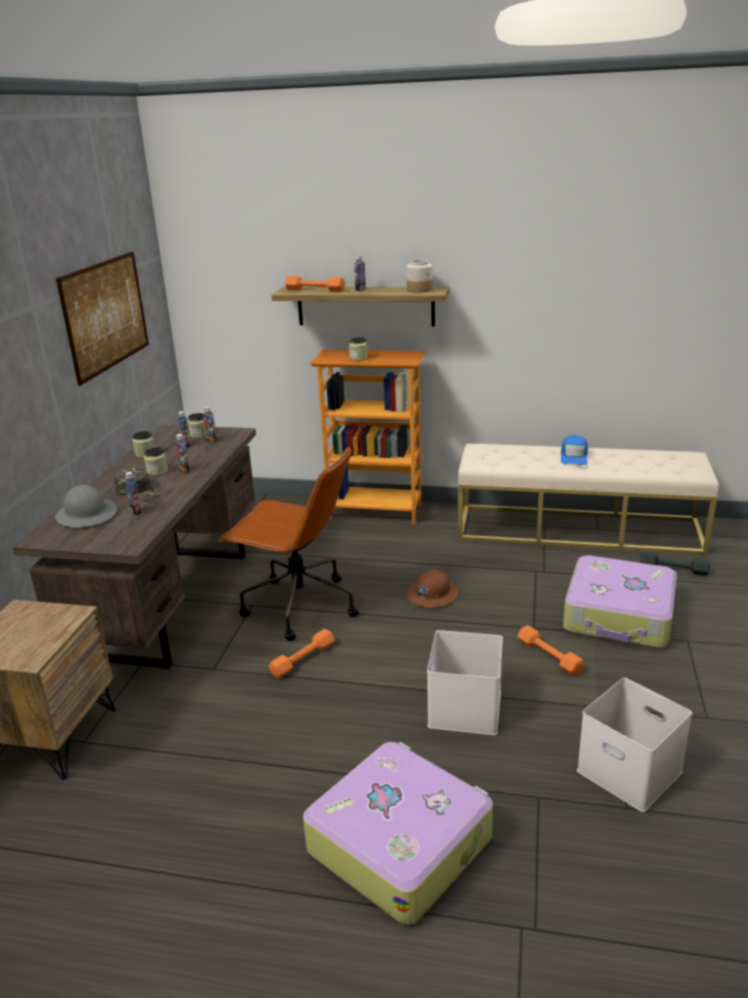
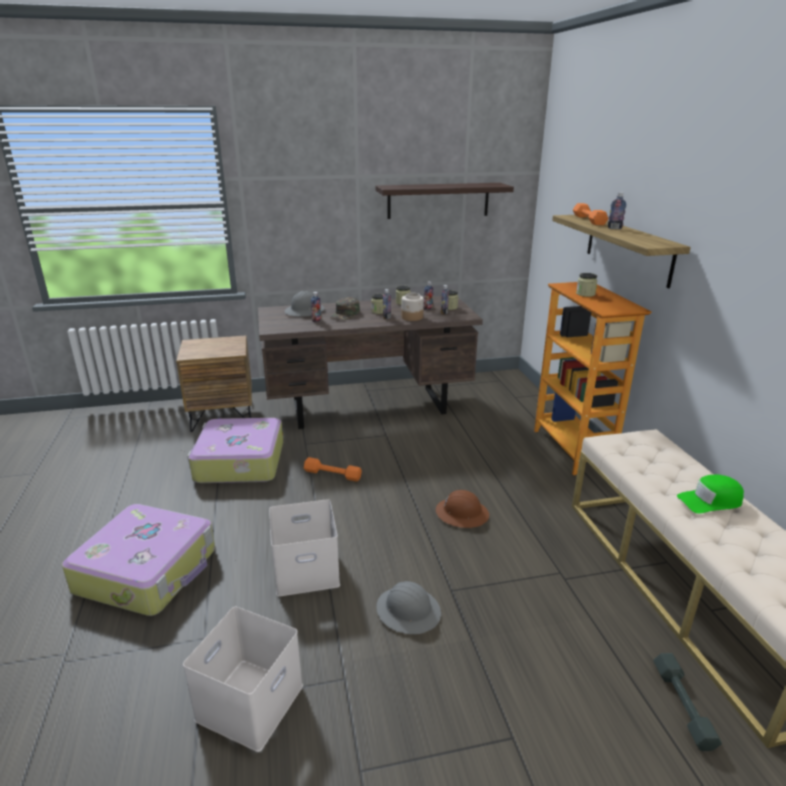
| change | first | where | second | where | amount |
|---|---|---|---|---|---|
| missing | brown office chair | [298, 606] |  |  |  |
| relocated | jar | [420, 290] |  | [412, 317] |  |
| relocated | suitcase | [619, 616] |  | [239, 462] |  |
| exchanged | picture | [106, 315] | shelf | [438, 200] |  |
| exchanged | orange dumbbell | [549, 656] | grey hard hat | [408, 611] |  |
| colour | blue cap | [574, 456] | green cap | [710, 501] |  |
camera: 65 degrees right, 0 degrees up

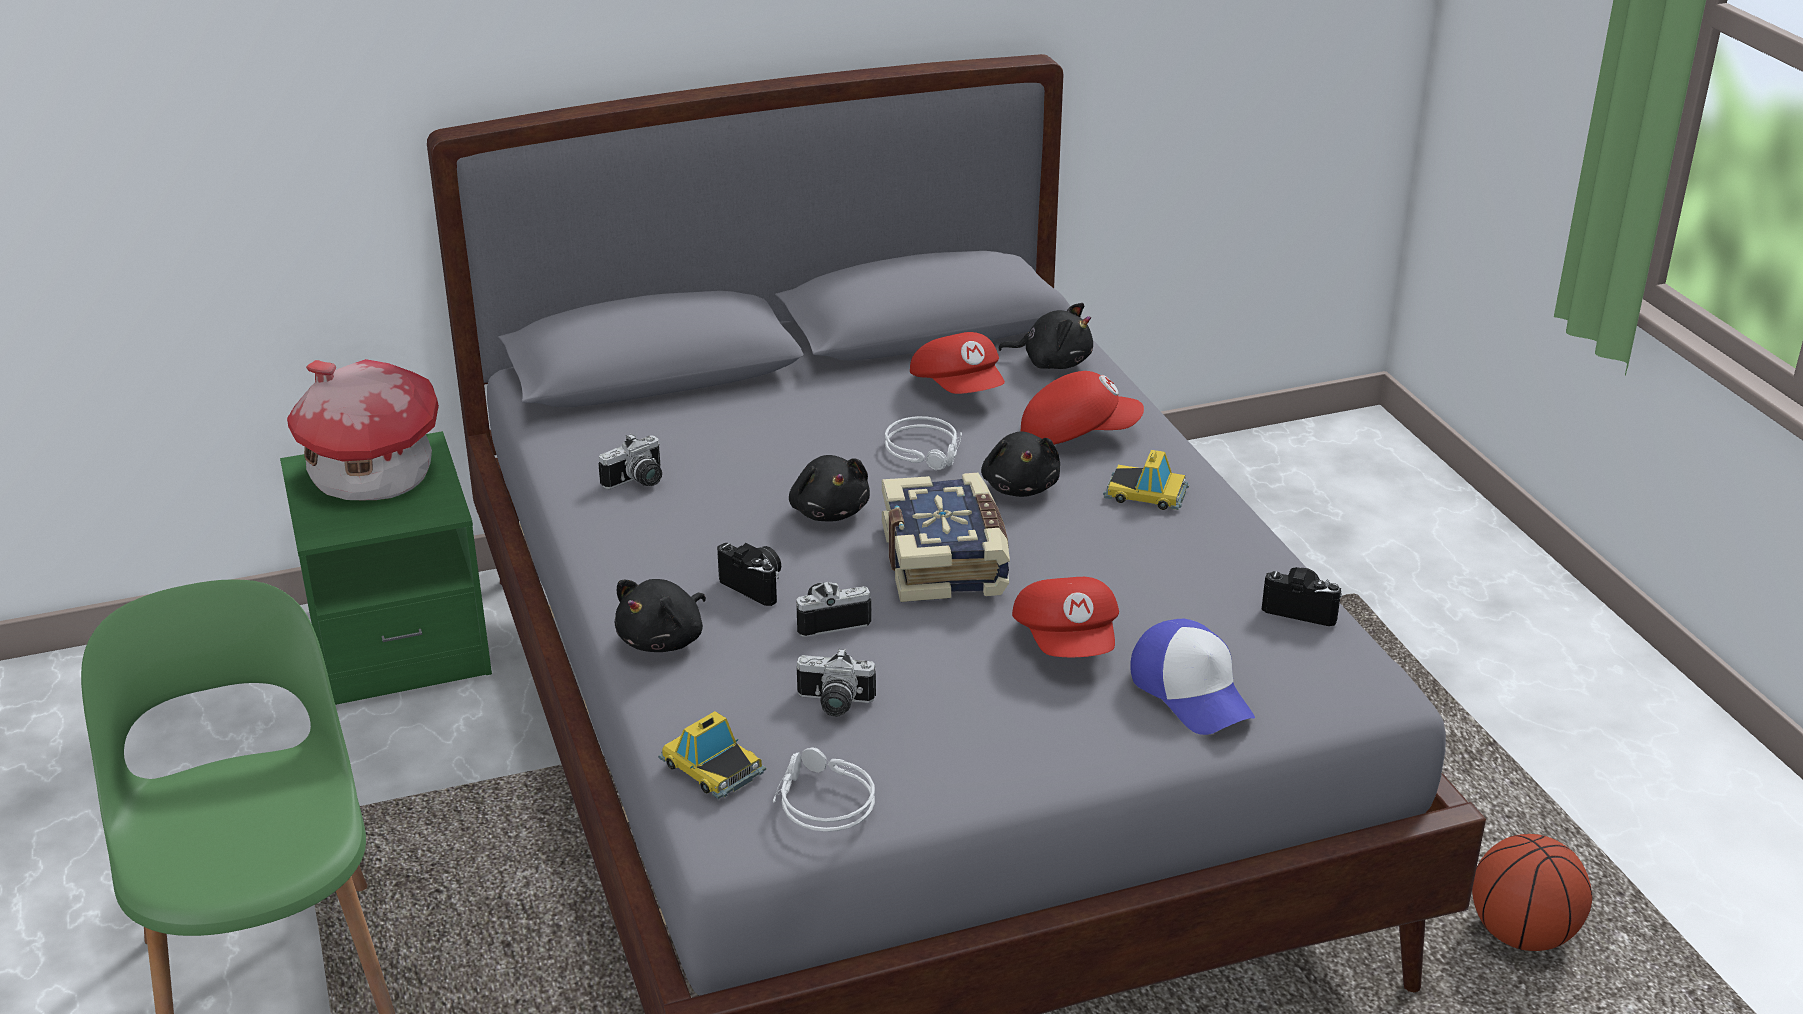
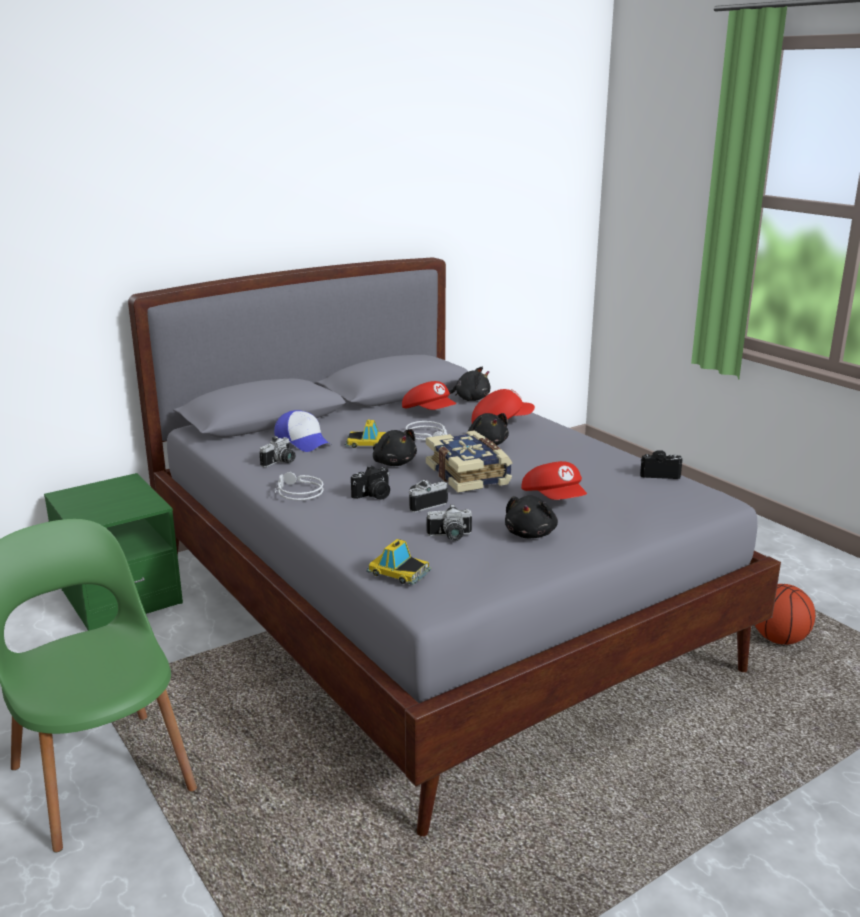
| change | first | where | second | where | amount |
|---|---|---|---|---|---|
| missing | toy house | [370, 477] |  |  |  |
| relocated | black plush toy | [664, 640] |  | [530, 534] |  |
| relocated | grey headphones | [820, 800] |  | [296, 492] |  |
| relocated | toy car | [1146, 493] |  | [367, 443] |  |
| relocated | cap | [1192, 692] |  | [303, 441] |  |
| spun | photo camera | [756, 585] |  | [373, 495] | 120 degrees clockwise |
camera: 15 degrees left, 10 degrees down

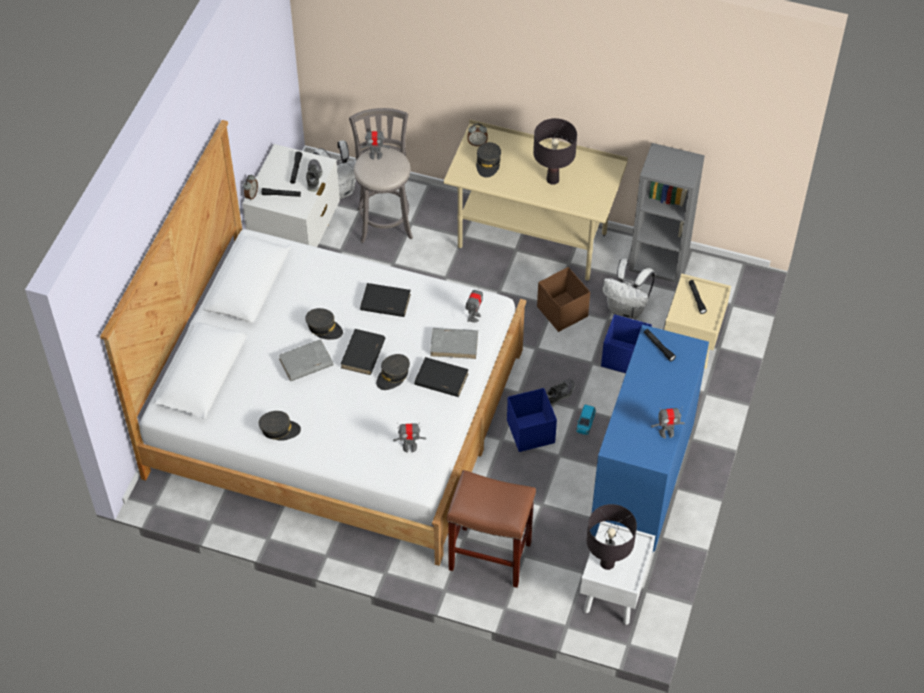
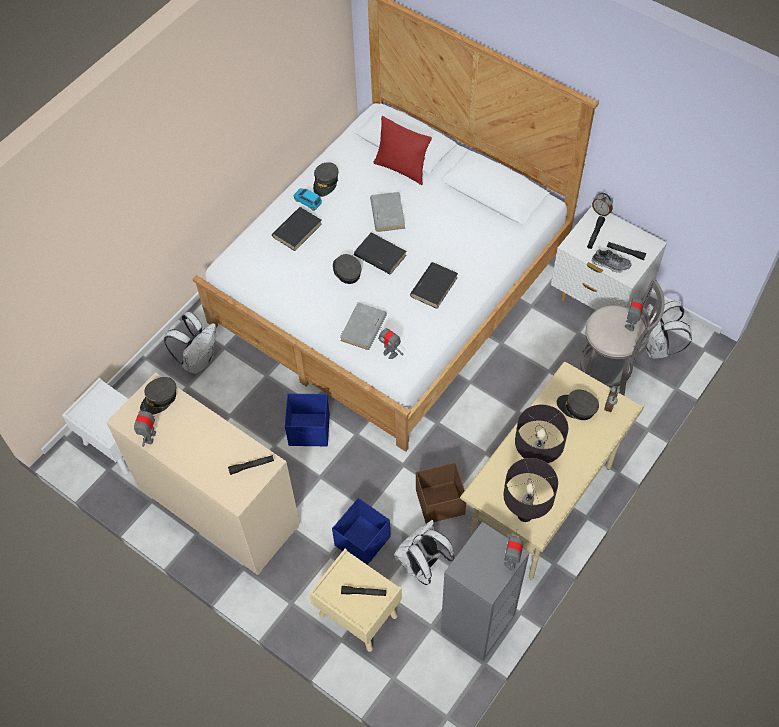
| change | first | where | second | where | amount |
|---|---|---|---|---|---|
| missing | shoe | [559, 395] |  |  |  |
| appeared |  |  | red pillow | [401, 169] |  |
| relocated | grey cap | [324, 328] |  | [159, 399] |  |
| relocated | toy robot | [409, 447] |  | [511, 561] |  |
| relocated | black book | [441, 379] |  | [297, 230] |  |
| relocated | blue toy car | [585, 423] |  | [308, 201] |  |
| relocated | black table lamp | [607, 563] |  | [524, 515] |  |
| exchanged | brown stool | [488, 556] | white backpack | [198, 360] |  |
| colour | blue dresser | [642, 479] | beige dresser | [218, 507] |  |
camera: 110 degrees right, 5 degrees up

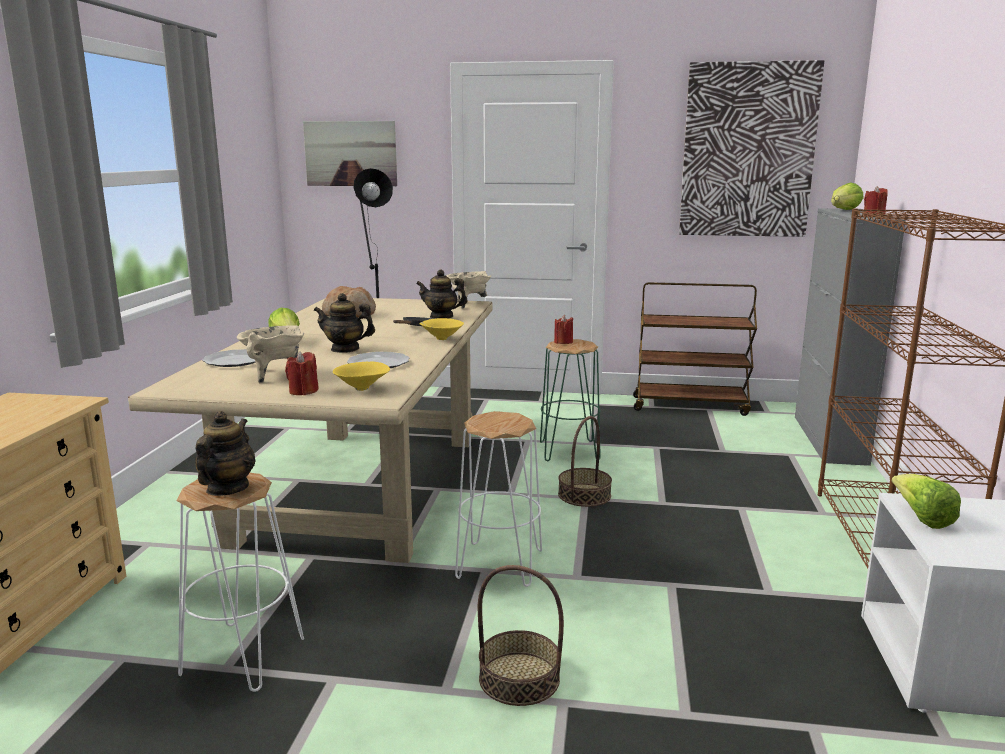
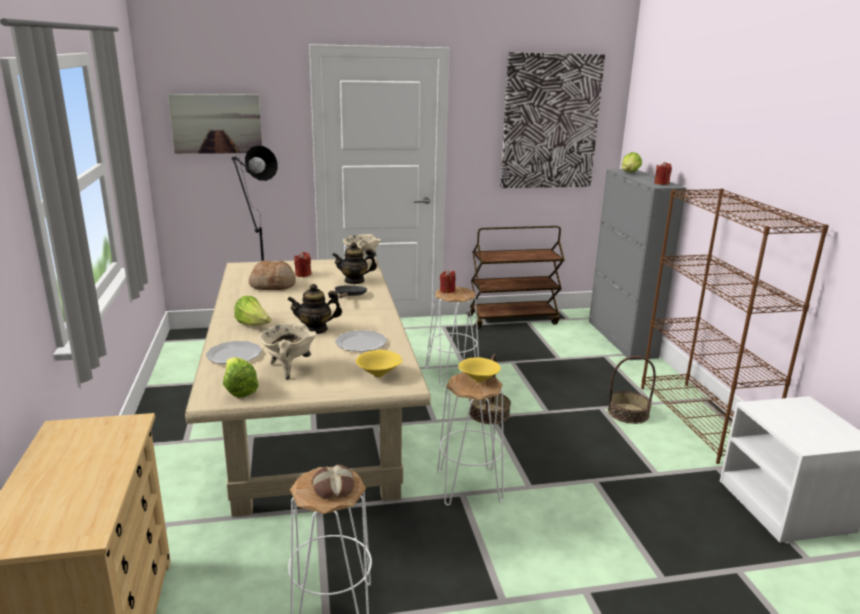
| change | first | where | second | where | amount |
|---|---|---|---|---|---|
| relocated | red candle | [303, 391] |  | [303, 274] |  |
| relocated | yellow bowl | [441, 339] |  | [477, 380] |  |
| relocated | basket | [519, 678] |  | [628, 413] |  |
| relocated | lettuce | [921, 518] |  | [239, 390] |  |
| exchanged | teapot | [227, 488] | bread | [333, 487] |  |
| colour | green stool | [569, 451] | white stool | [452, 374] |  |
camera: 20 degrees left, 5 degrees up

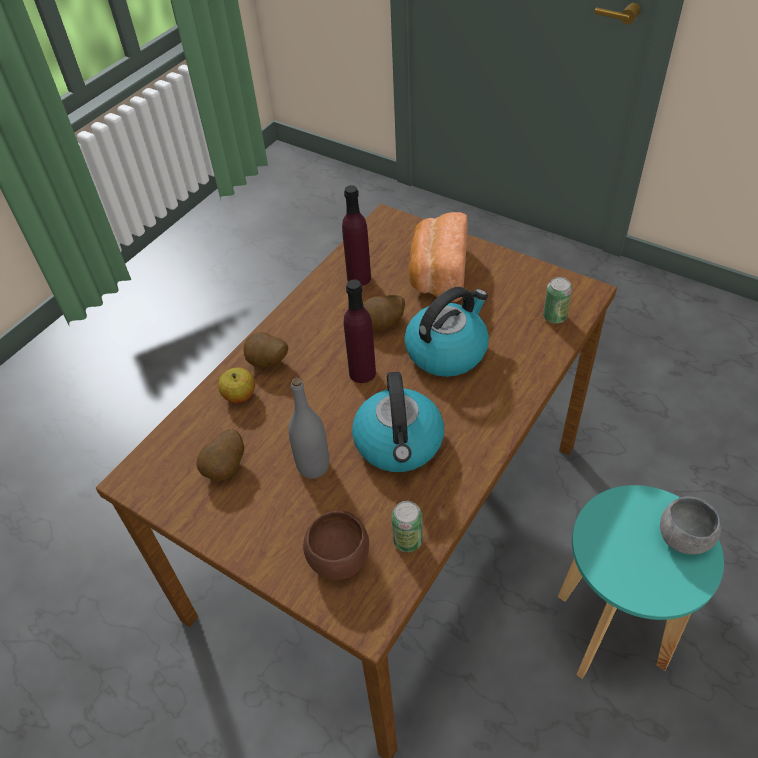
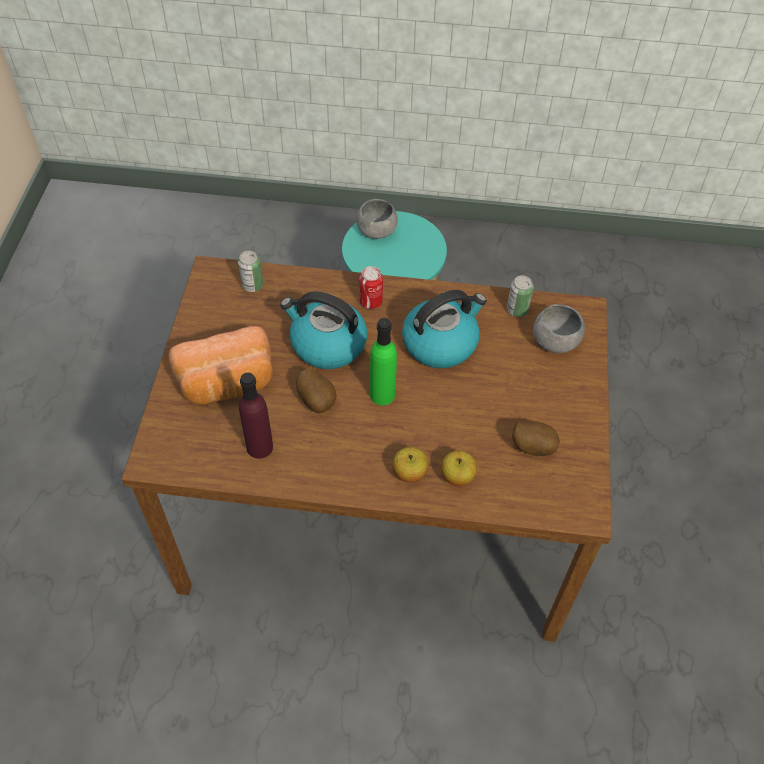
| change | first | where | second | where | amount |
|---|---|---|---|---|---|
| missing | grey bottle | [313, 466] |  |  |  |
| appeared |  |  | can | [371, 301] |  |
| exchanged | potato | [267, 363] | apple | [409, 473] |  |
| colour | brown bowl | [338, 558] | grey bowl | [555, 342] |  |
| colour | purple bottle | [362, 373] | green bottle | [382, 394] |  |
camera: 120 degrees left, 5 degrees up

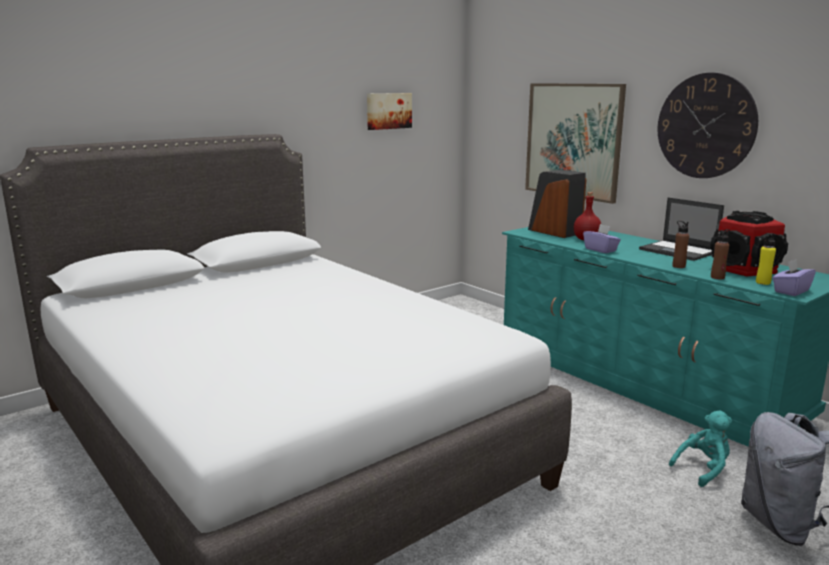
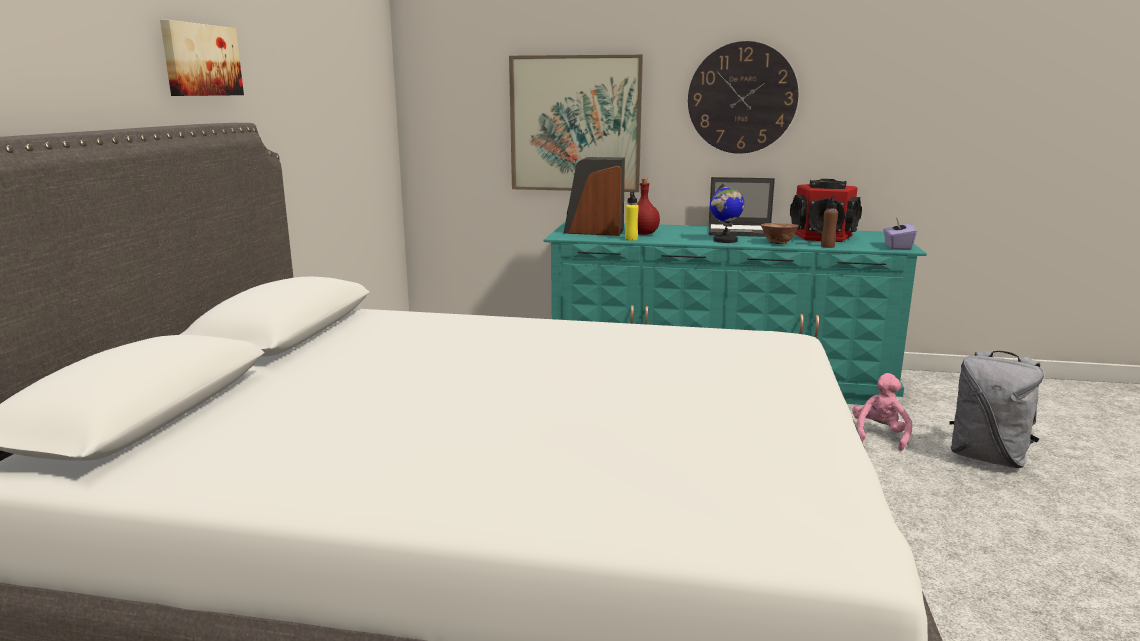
| change | first | where | second | where | amount |
|---|---|---|---|---|---|
| missing | purple tissue box | [600, 250] |  |  |  |
| appeared |  |  | globe | [725, 240] |  |
| relocated | picture | [388, 111] |  | [200, 60] |  |
| relocated | yellow bottle | [763, 282] |  | [631, 239] |  |
| exchanged | brown bottle | [678, 266] | bowl | [778, 243] |  |
| colour | turquoise plush toy | [703, 469] | pink plush toy | [879, 436] |  |
camera: 40 degrees left, 0 degrees up

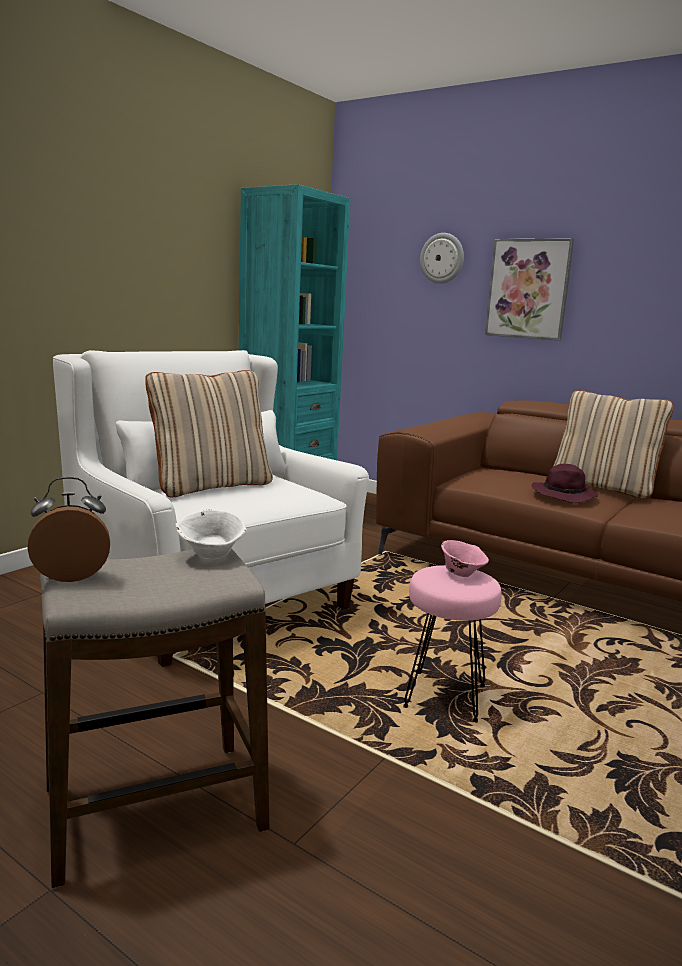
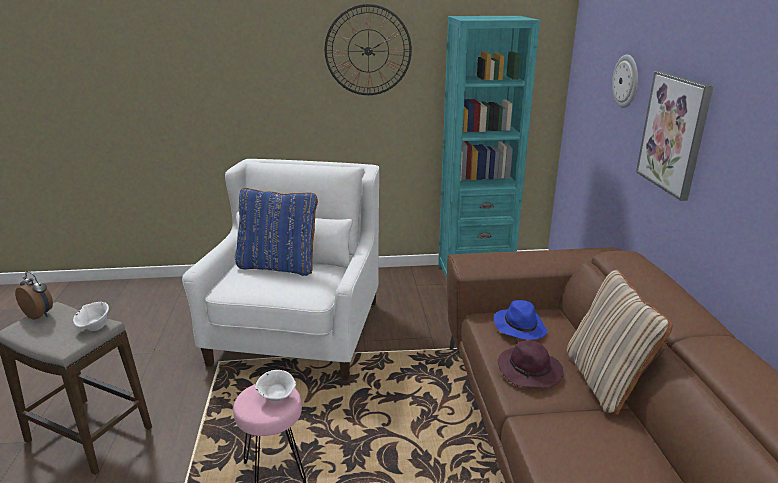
| change | first | where | second | where | amount |
|---|---|---|---|---|---|
| appeared |  |  | wall clock | [368, 51] |  |
| appeared |  |  | blue hat | [519, 327] |  |
| colour | beige pillow | [211, 486] | blue pillow | [278, 266] |  |
| colour | pink bowl | [462, 573] | white bowl | [277, 397] |  |
camera: 50 degrees right, 10 degrees up

